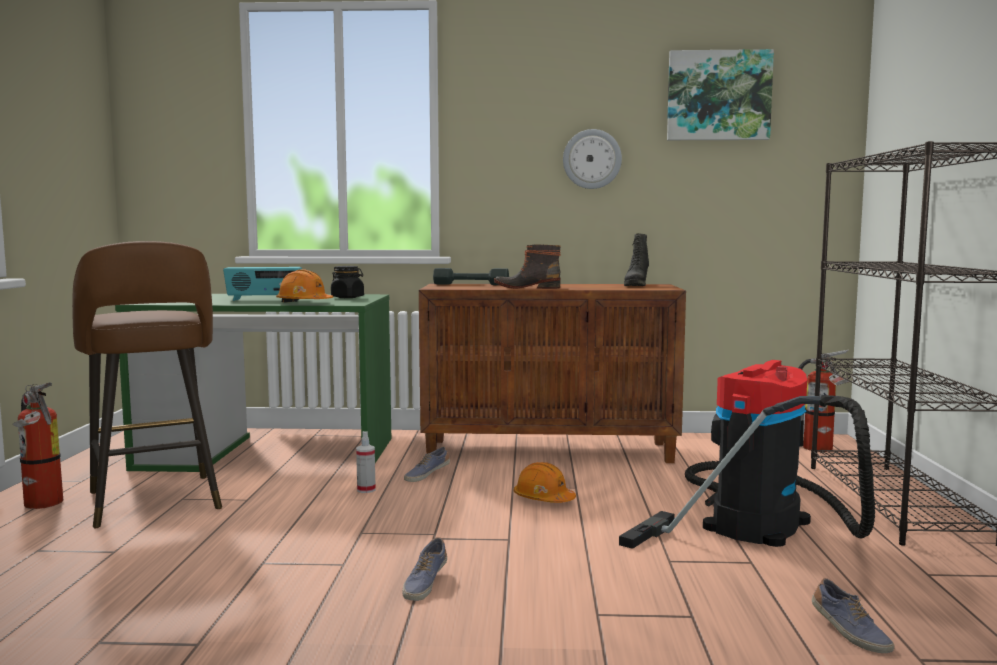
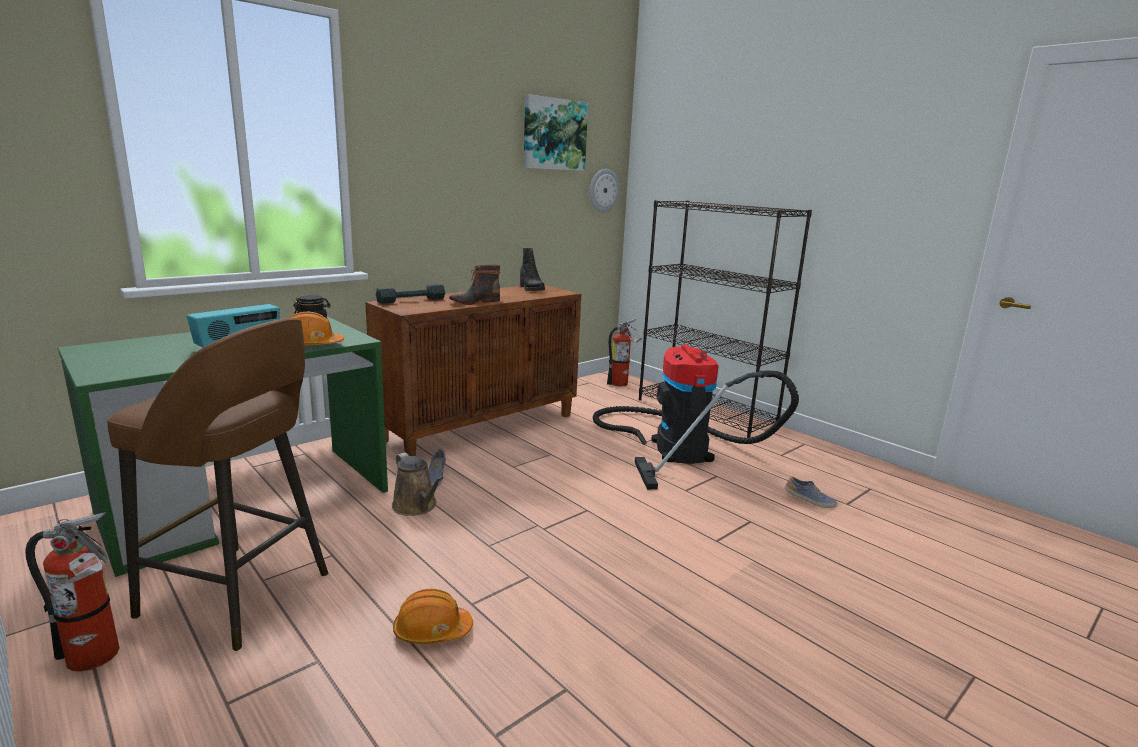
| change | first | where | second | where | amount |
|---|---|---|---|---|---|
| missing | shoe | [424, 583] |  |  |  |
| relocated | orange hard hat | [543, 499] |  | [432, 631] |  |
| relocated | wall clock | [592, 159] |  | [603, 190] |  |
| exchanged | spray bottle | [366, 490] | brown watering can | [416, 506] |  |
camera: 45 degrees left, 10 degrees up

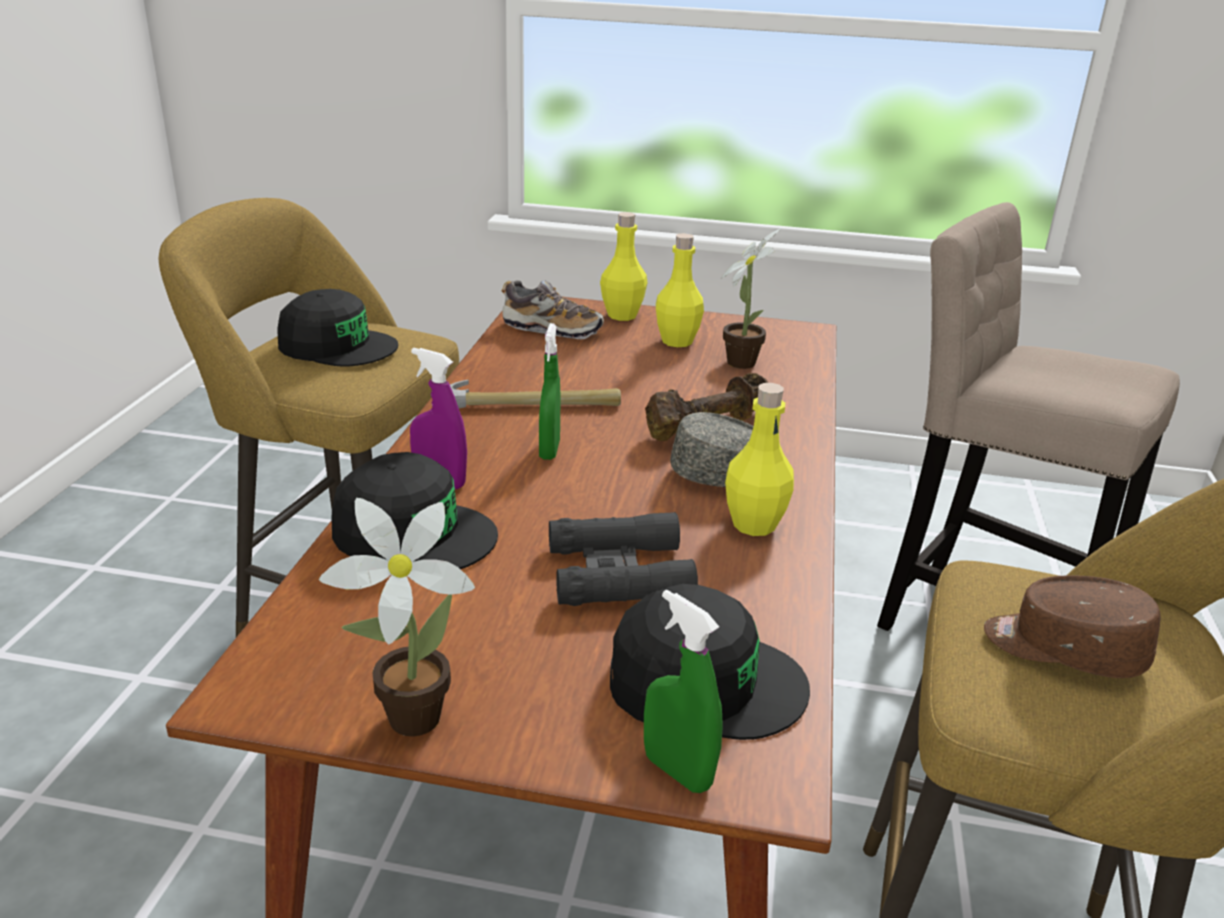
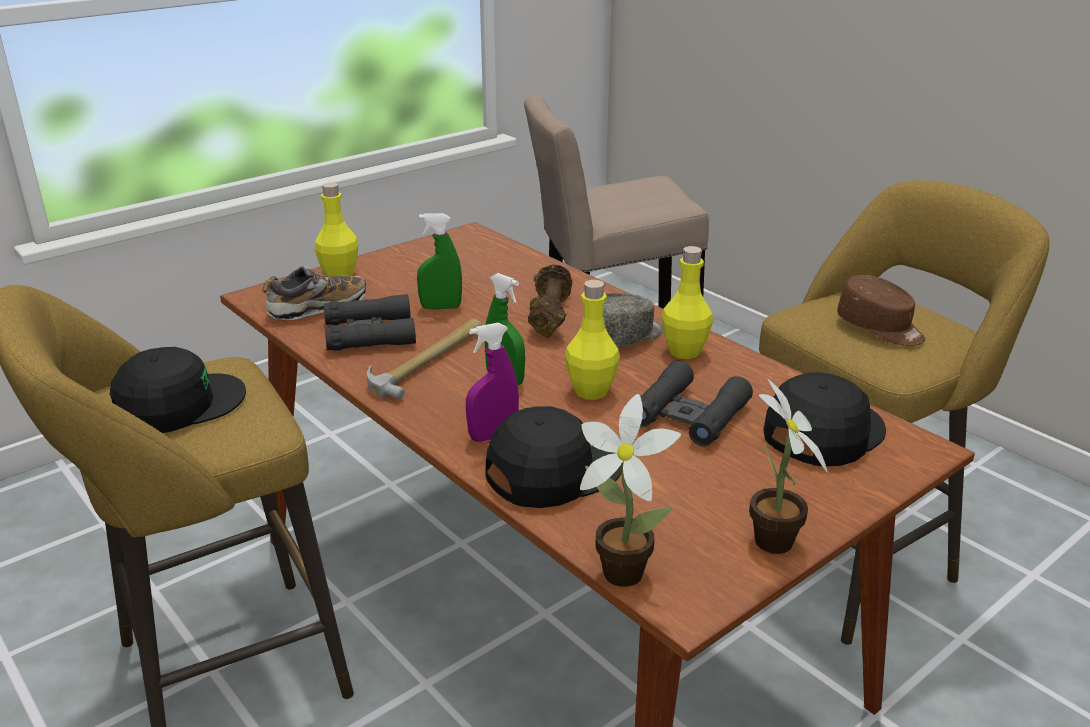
| change | first | where | second | where | amount |
|---|---|---|---|---|---|
| appeared |  |  | black binoculars | [369, 333] |  |
| relocated | green spray bottle | [677, 771] |  | [441, 307] |  |
| relocated | yellow bottle | [677, 341] |  | [591, 391] |  |
| relocated | potted plant | [742, 360] |  | [618, 569] |  |
| spun | brown cap | [1063, 649] |  | [880, 328] | 105 degrees counterclockwise |
camera: 50 degrees left, 0 degrees up

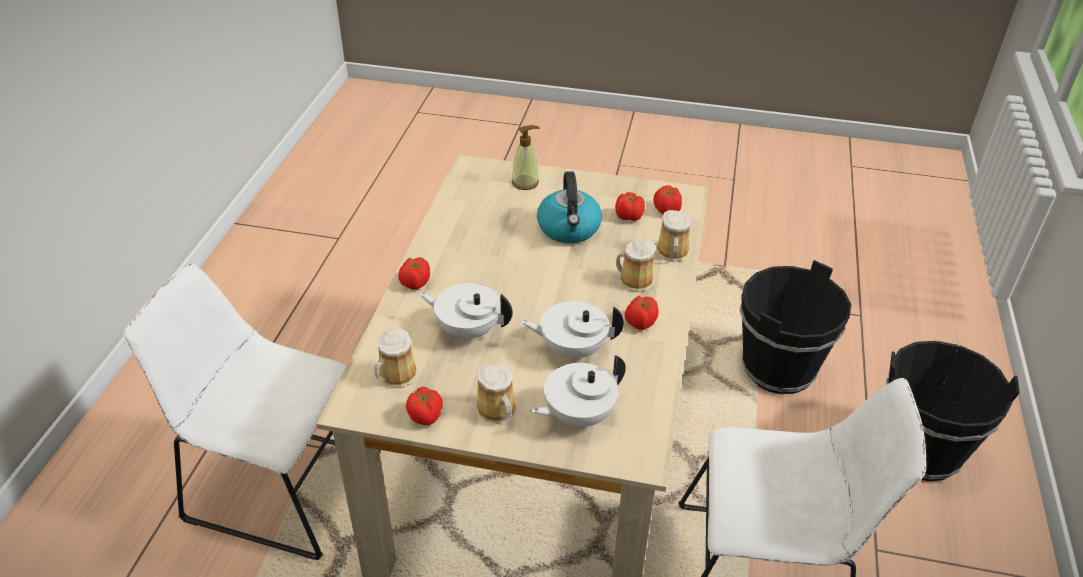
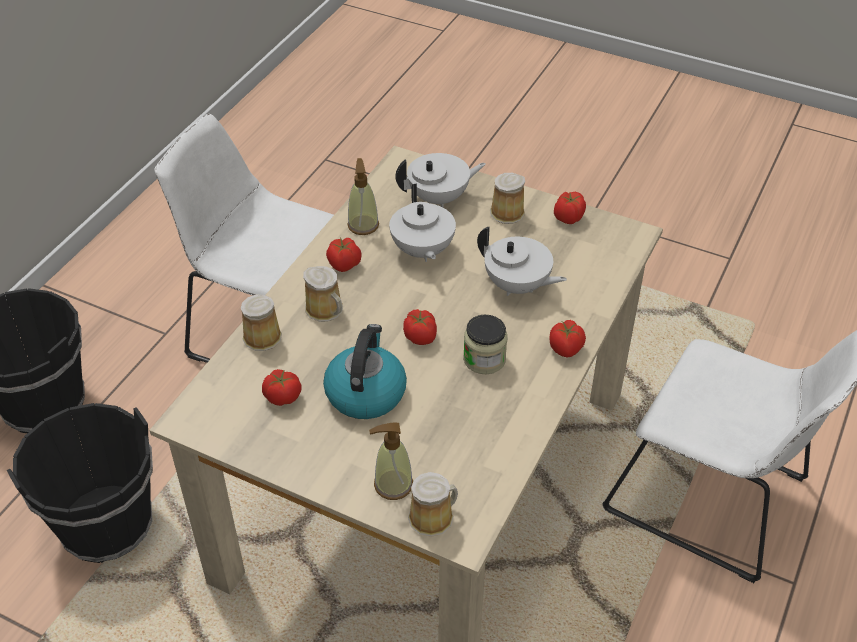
| change | first | where | second | where | amount |
|---|---|---|---|---|---|
| appeared |  |  | soap dispenser | [363, 225] |  |
| appeared |  |  | jar | [484, 359] |  |
| relocated | mug | [395, 376] |  | [433, 517] |  |
| relocated | tomato | [666, 210] |  | [420, 337] |  |
| spun | white teapot | [572, 349] |  | [422, 251] | 60 degrees clockwise |
camera: 165 degrees left, 5 degrees up

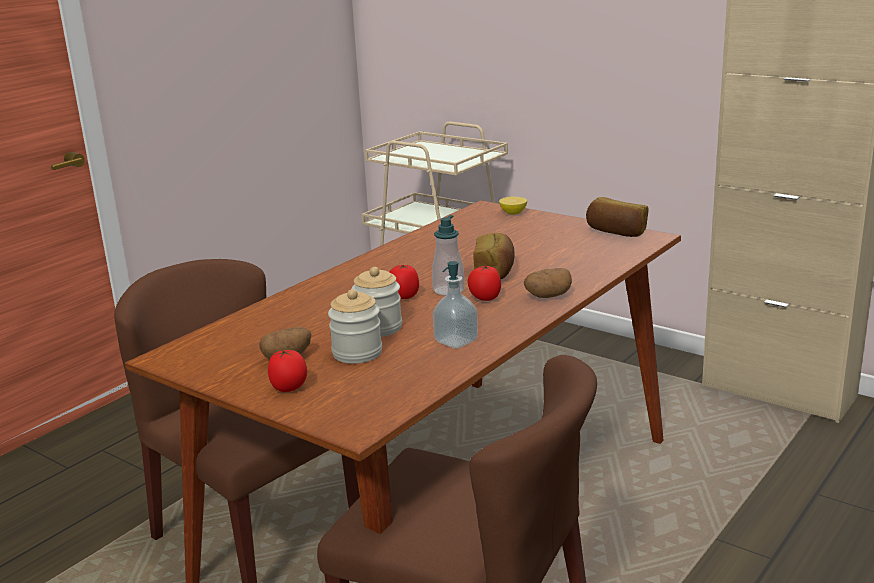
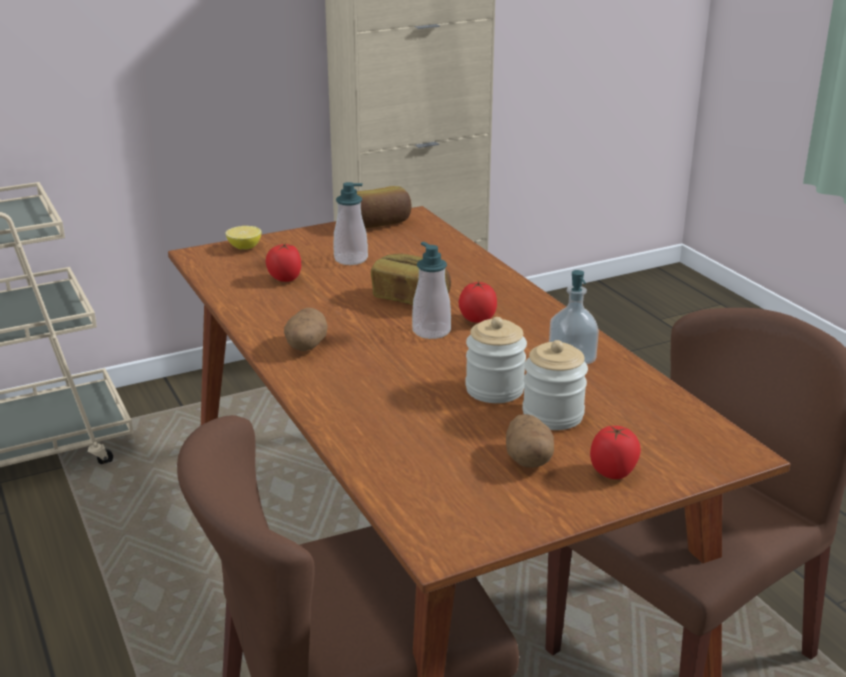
| change | first | where | second | where | amount |
|---|---|---|---|---|---|
| appeared |  |  | soap dispenser | [351, 259] |  |
| relocated | tomato | [404, 297] |  | [284, 279] |  |
| relocated | potato | [547, 296] |  | [306, 346] |  |
camera: 65 degrees left, 5 degrees up

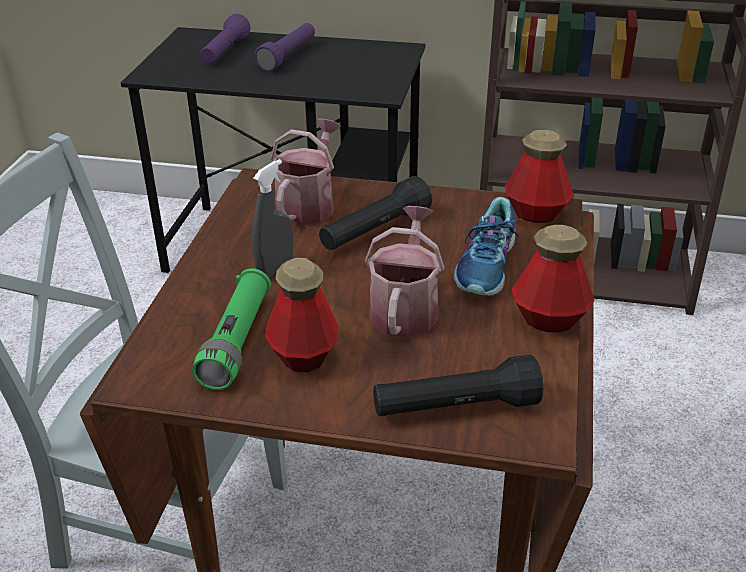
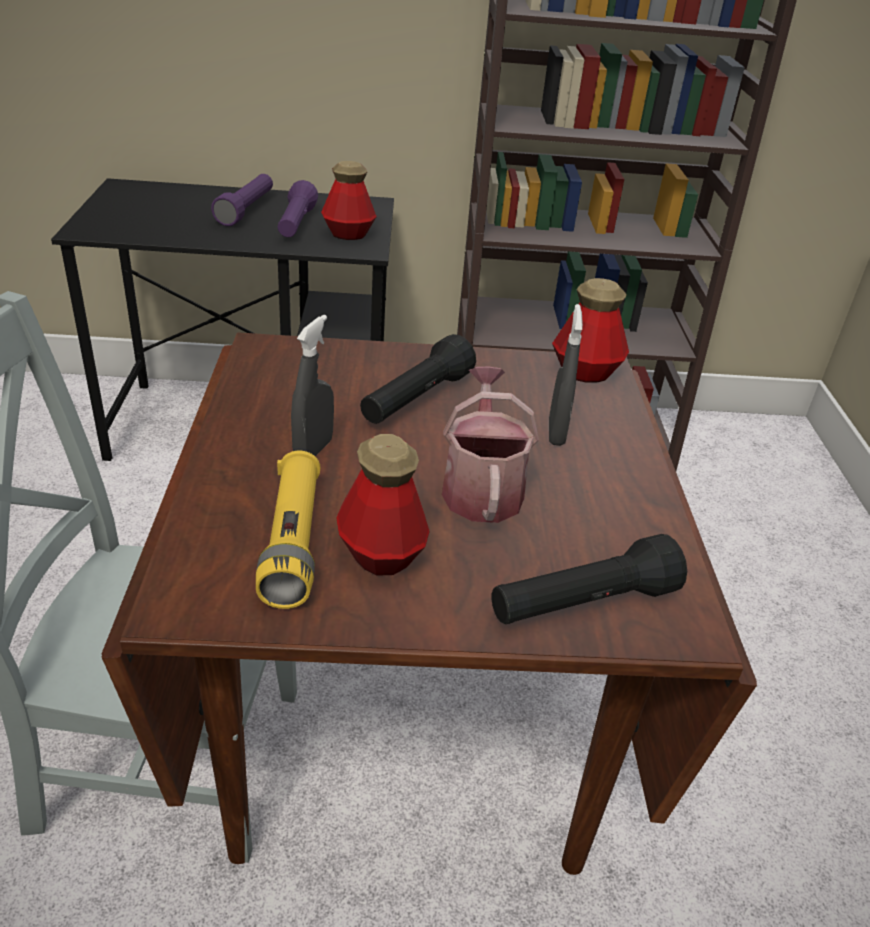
| change | first | where | second | where | amount |
|---|---|---|---|---|---|
| missing | watering can | [308, 204] |  |  |  |
| relocated | purple flashlight | [225, 52] |  | [296, 224] |  |
| relocated | bottle | [549, 319] |  | [348, 234] |  |
| exchanged | shoe | [488, 266] | grey spray bottle | [556, 433] |  |
| colour | green flashlight | [237, 341] | yellow flashlight | [293, 542] |  |
camera: 15 degrees left, 0 degrees up

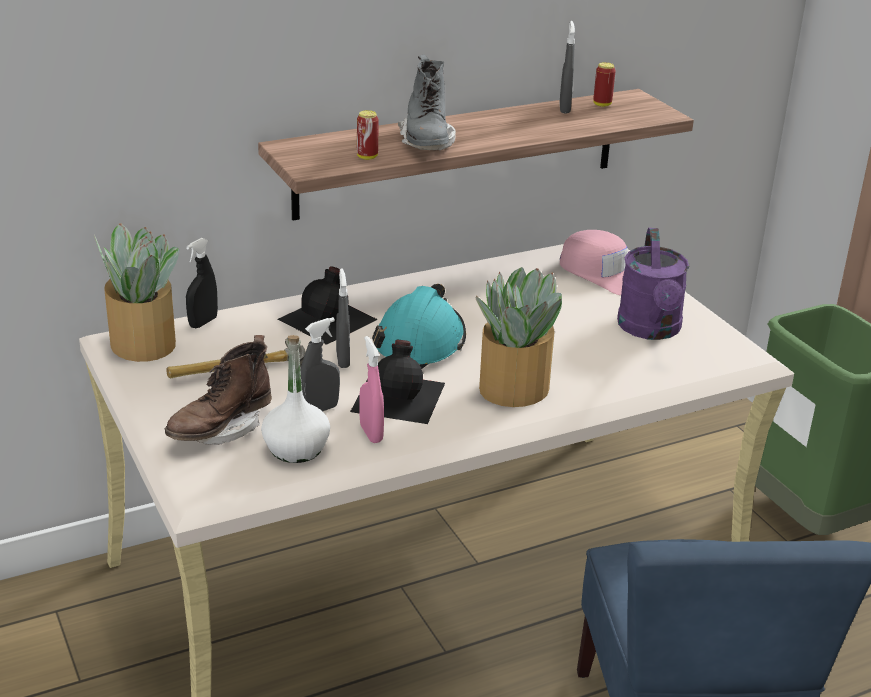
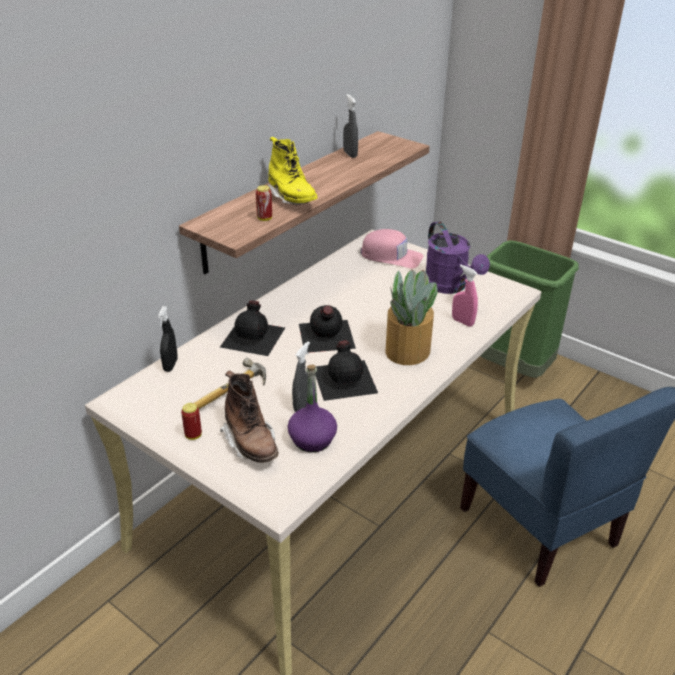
| change | first | where | second | where | amount |
|---|---|---|---|---|---|
| missing | potted plant | [143, 343] |  |  |  |
| missing | grey spray bottle | [343, 360] |  |  |  |
| relocated | pink spray bottle | [371, 433] |  | [462, 322] |  |
| relocated | can | [602, 104] |  | [193, 435] |  |
| exchanged | turquoise hard hat | [420, 342] | black bottle | [325, 336] |  |
| colour | white bottle | [296, 448] | purple bottle | [312, 440] |  |
| colour | grey boot | [426, 143] | yellow boot | [292, 199] |  |
| spun | brown boot | [221, 429] |  | [251, 443] | 45 degrees counterclockwise |
camera: 25 degrees left, 5 degrees up

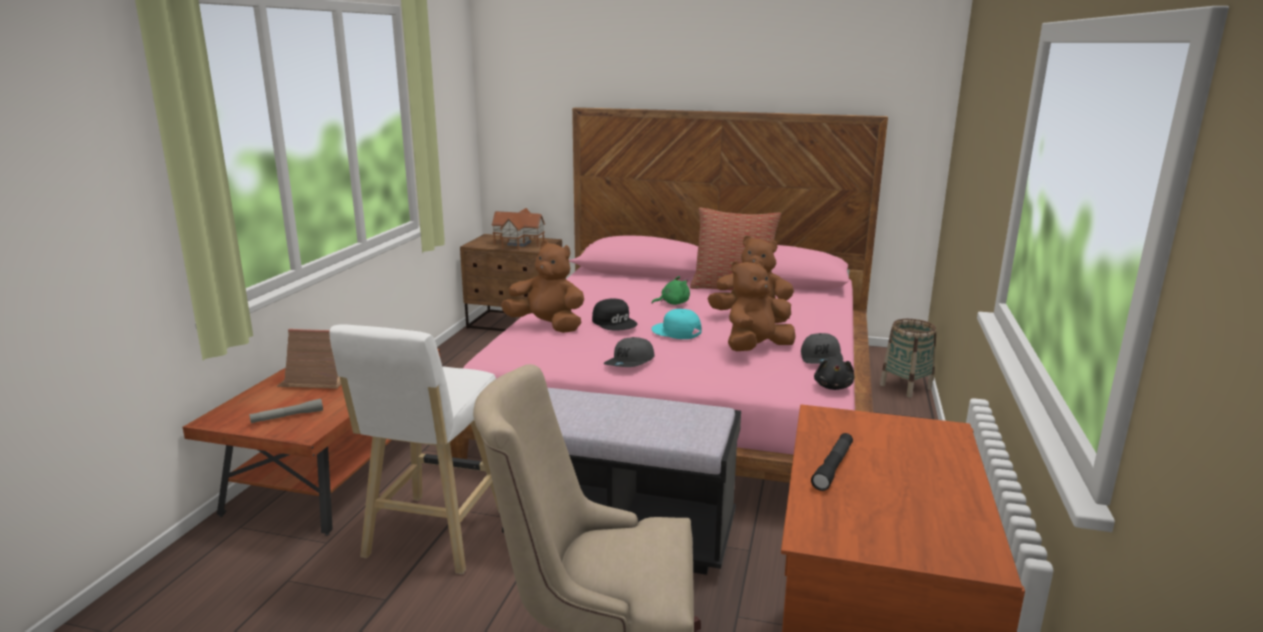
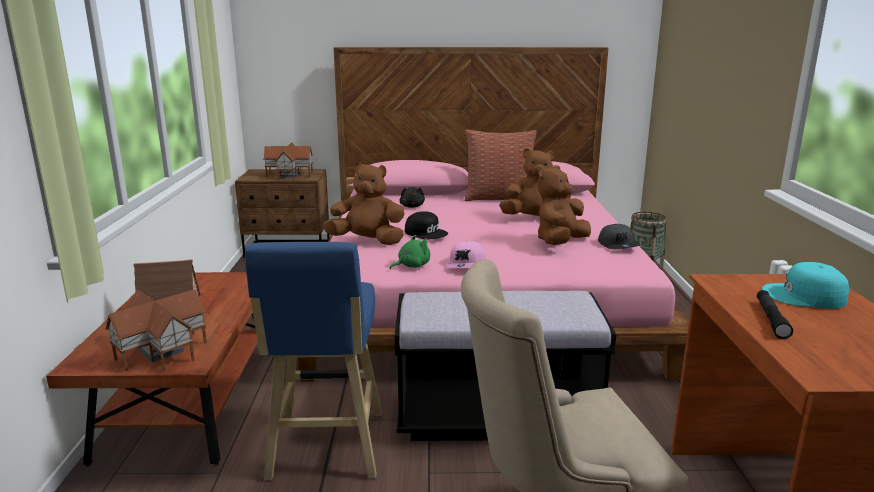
| change | first | where | second | where | amount |
|---|---|---|---|---|---|
| relocated | green plush toy | [673, 303] |  | [412, 266] |  |
| relocated | turquoise cap | [676, 331] |  | [804, 296] |  |
| relocated | black plush toy | [833, 386] |  | [412, 206] |  |
| exchanged | grey flashlight | [287, 417] | toy house | [160, 351] |  |
| colour | white stool | [433, 537] | blue stool | [326, 449] |  |
| colour | grey cap | [630, 363] | pink cap | [466, 264] |  |
camera: 15 degrees left, 0 degrees up

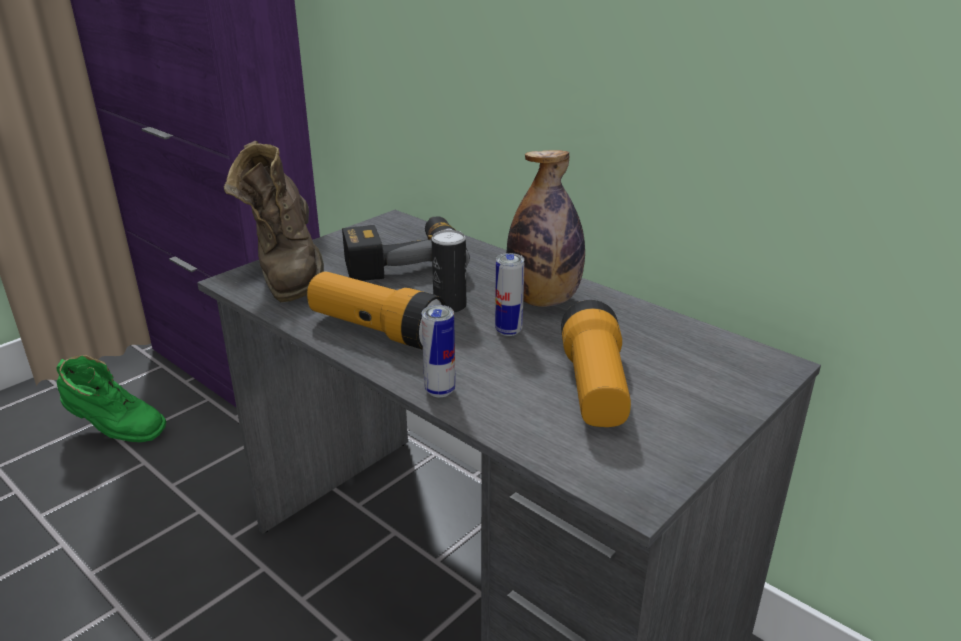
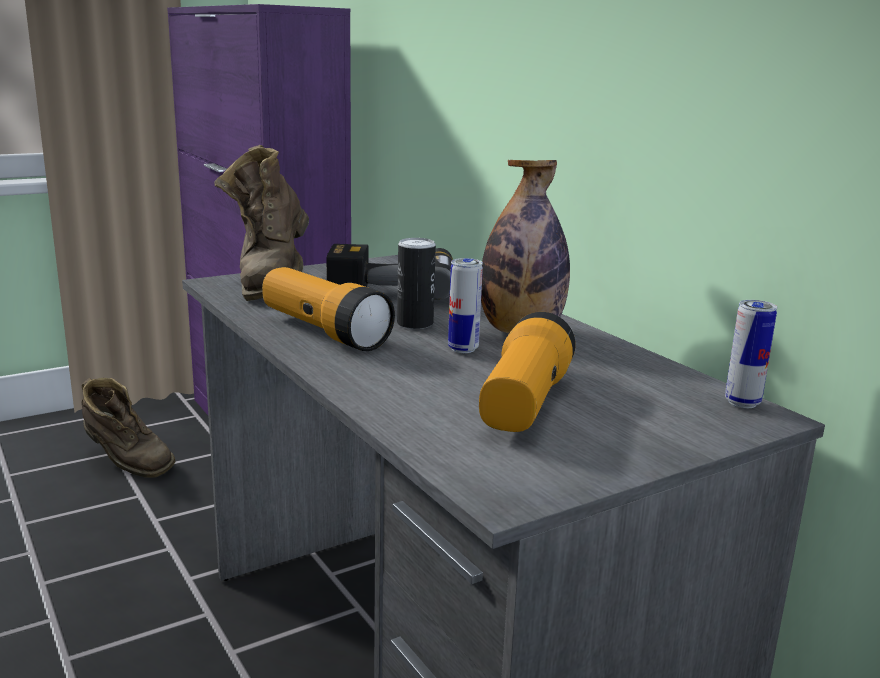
| change | first | where | second | where | amount |
|---|---|---|---|---|---|
| relocated | can | [440, 390] |  | [742, 403] |  |
| colour | green boot | [115, 431] | brown boot | [126, 463] |  |
camera: 15 degrees right, 10 degrees down

